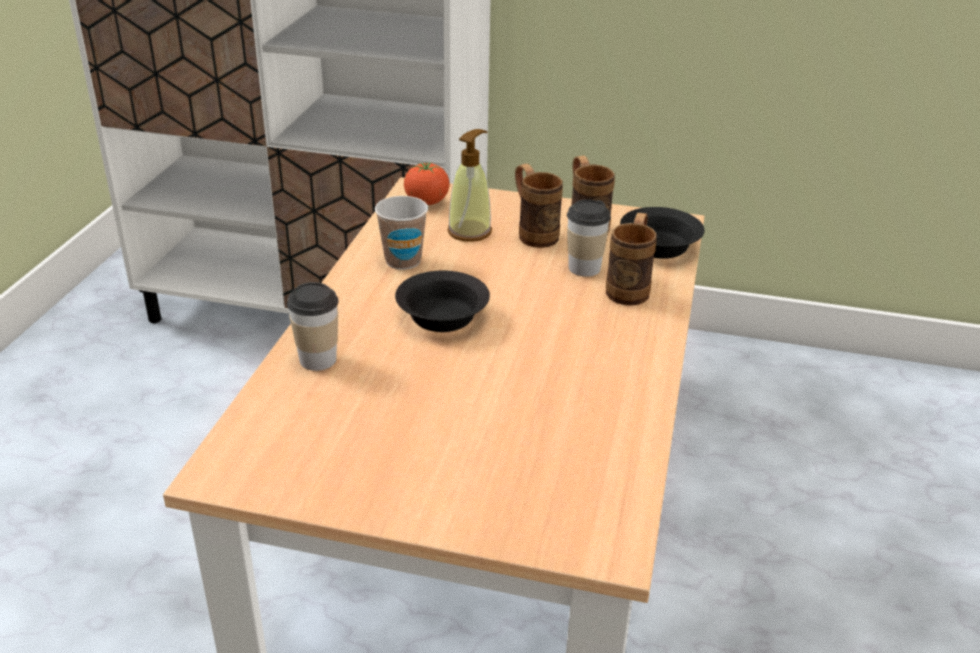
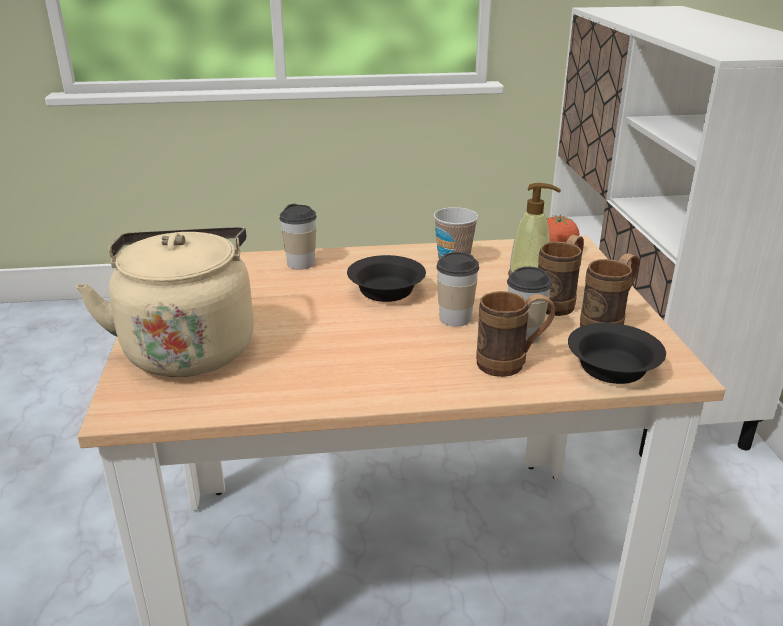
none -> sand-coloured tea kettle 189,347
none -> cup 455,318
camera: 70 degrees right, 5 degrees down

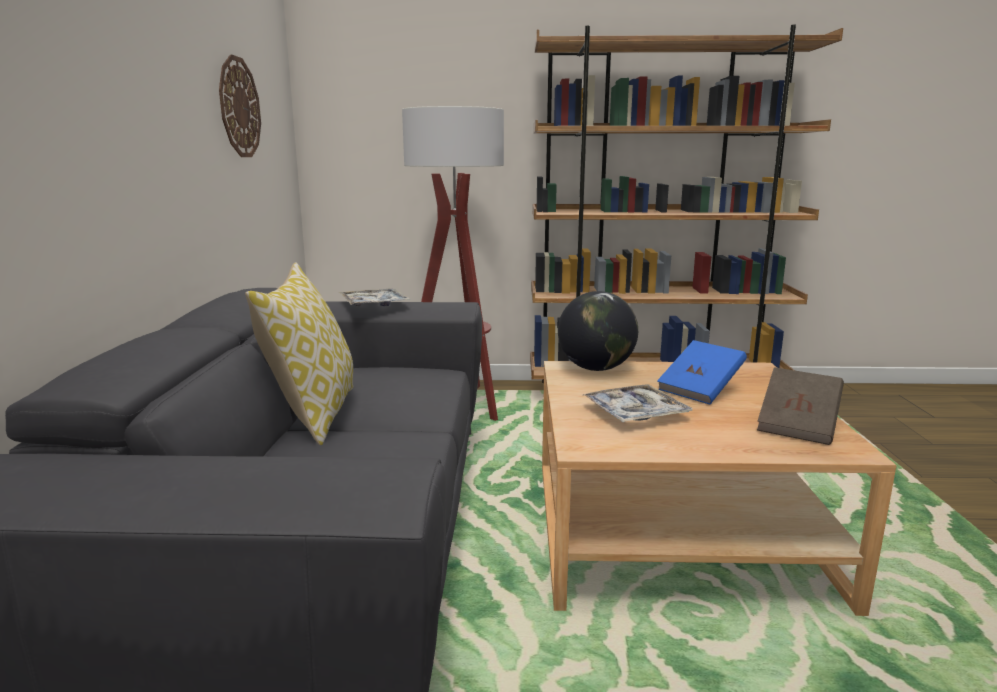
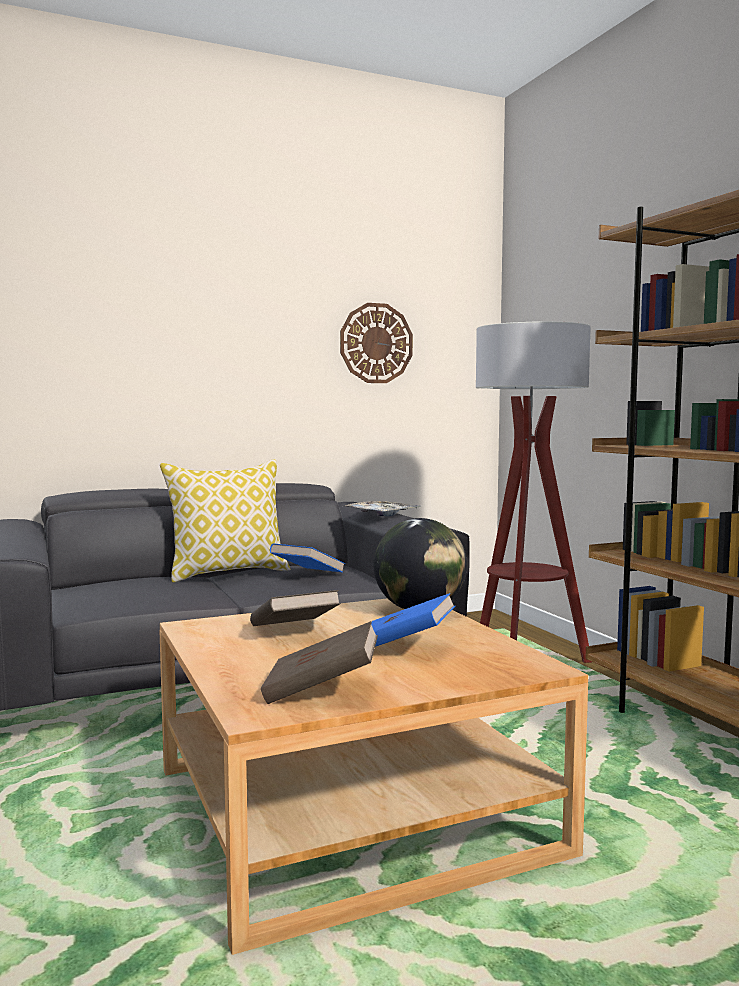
none -> blue-coloured book 307,575
serving tray 635,413 -> brownish book 293,632
camera: 65 degrees right, 10 degrees down

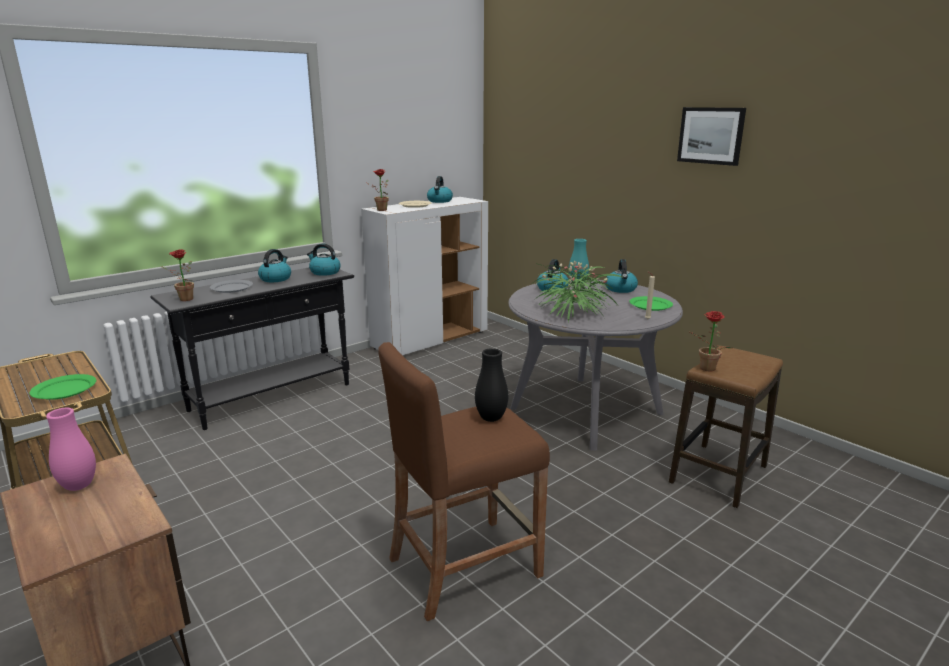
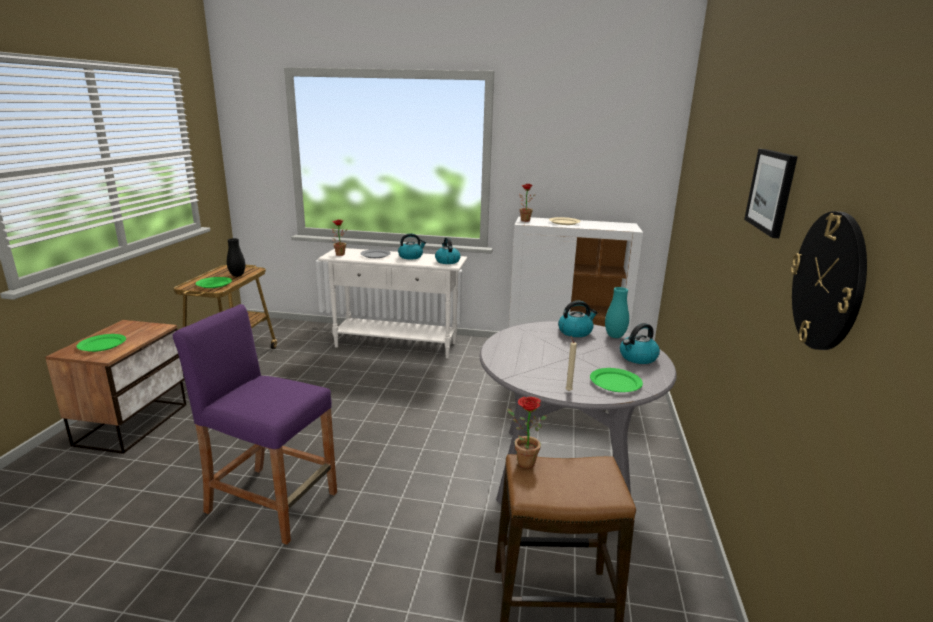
pinkish decorative vase 79,486 -> none
tea kettle 439,201 -> none
plant in a pot 572,312 -> none
none -> green-coloured plate 102,345
none -> wall clock 828,281
black-coloured decorative vase 491,418 -> black-coloured decorative vase 237,275, moved
black-coloured hall table 272,397 -> whitish hall table 396,345
brownish sitting stool 464,566 -> purple-coloured sitting stool 272,502
camera: 50 degrees right, 0 degrees up

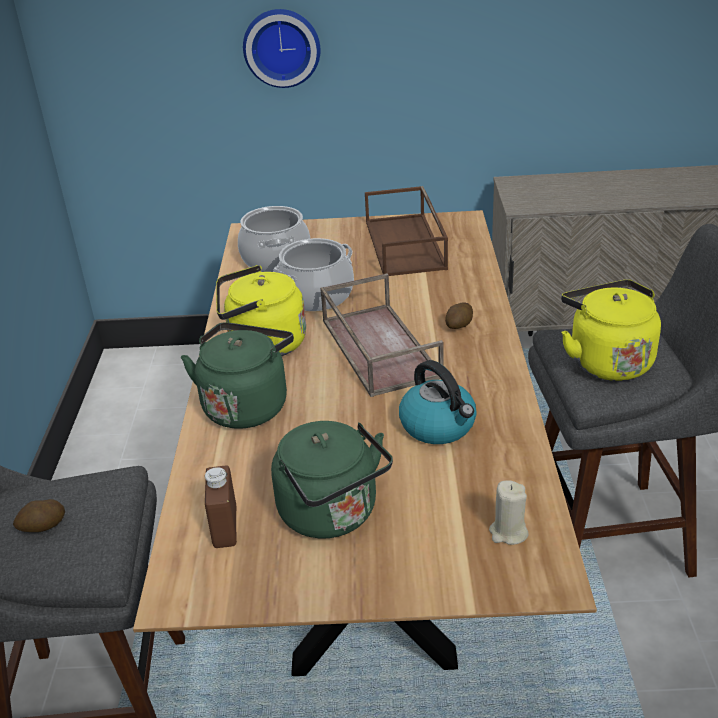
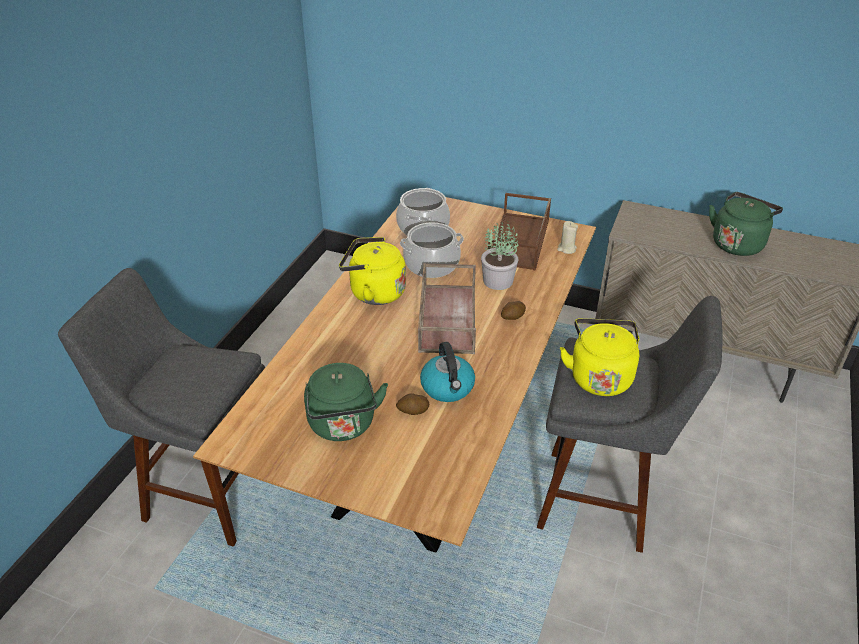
brownish beverage bottle 225,527 -> none
wall clock 282,47 -> none
none -> plant in a pot 499,281
whole potato 42,527 -> whole potato 413,411, moved
green-coloured tea kettle 247,405 -> green-coloured tea kettle 738,243, moved
sand-coloured wax candle 508,532 -> sand-coloured wax candle 566,249, moved
camera: 20 degrees right, 5 degrees up

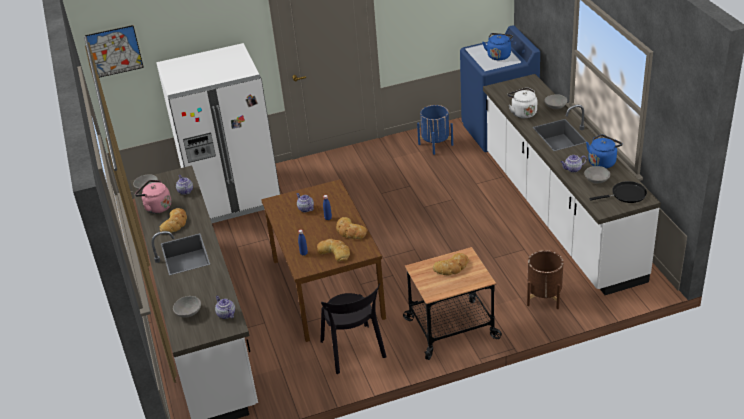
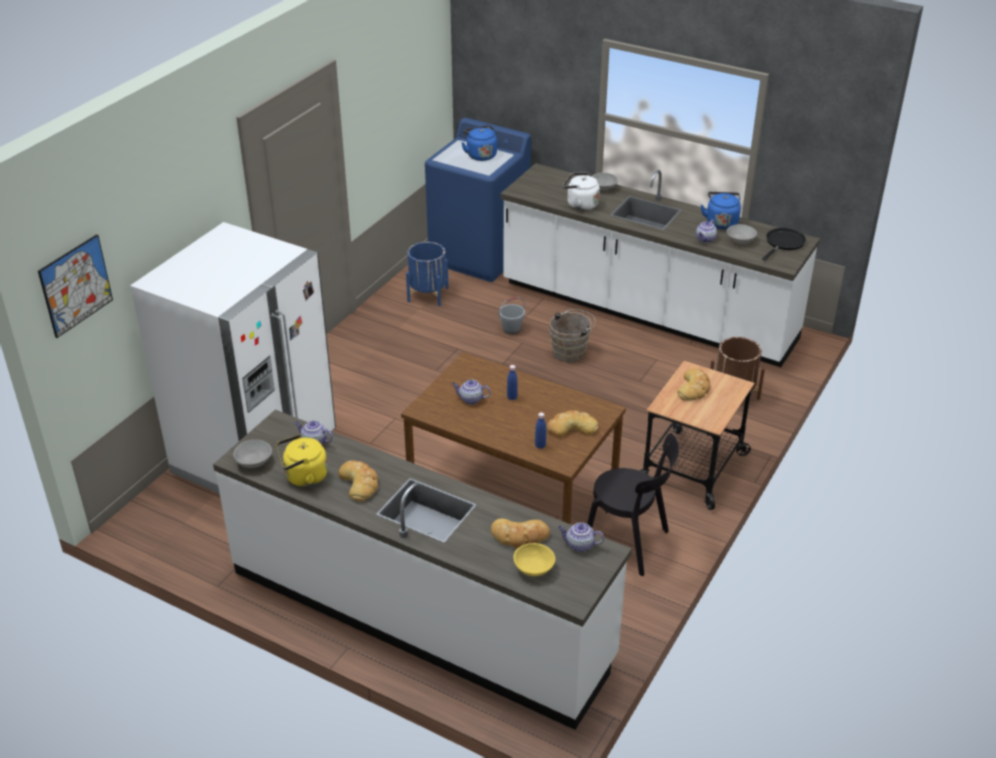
none -> grey water bucket 511,329
none -> brownish water bucket 571,352
bakery bread 350,231 -> bakery bread 520,536, moved
pinkish tea kettle 156,207 -> yellow tea kettle 303,477
grey serving bowl 189,312 -> yellow serving bowl 534,568
camera: 45 degrees left, 0 degrees up

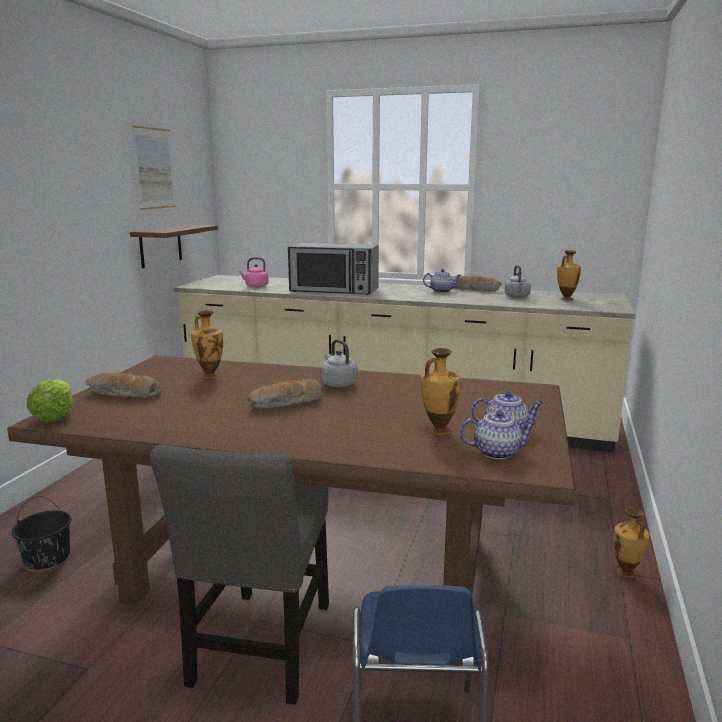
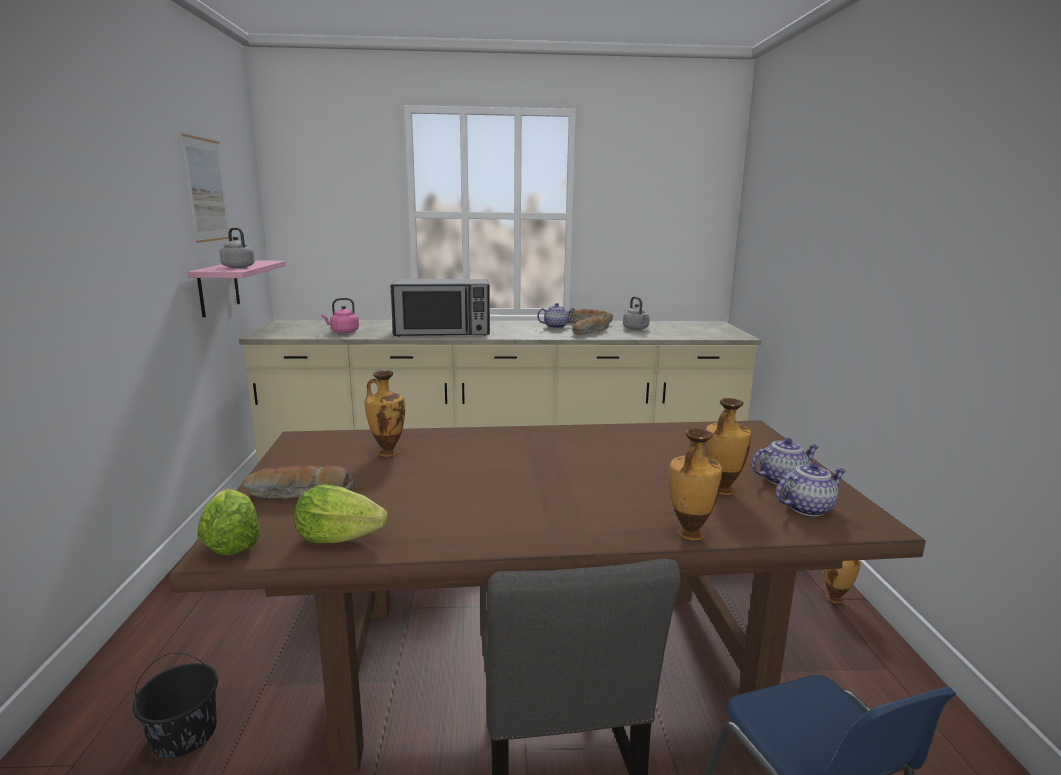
none -> lettuce 338,538
bakery bread 286,403 -> bakery bread 591,332, moved
grey tea kettle 337,384 -> grey tea kettle 237,267, moved
decorative vase 566,299 -> decorative vase 689,534, moved
brownish wall shelf 160,246 -> pinkish wall shelf 218,288
camera: 20 degrees left, 0 degrees up

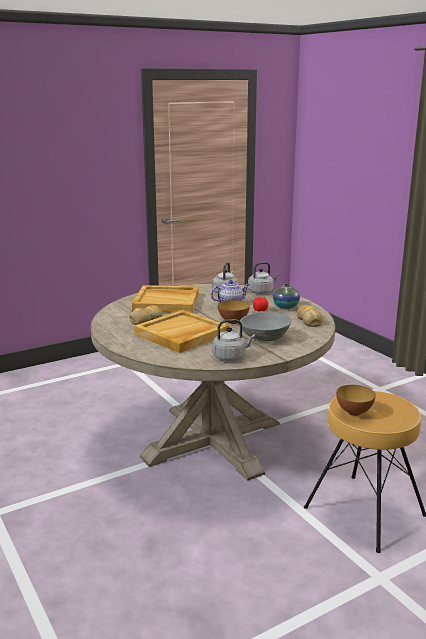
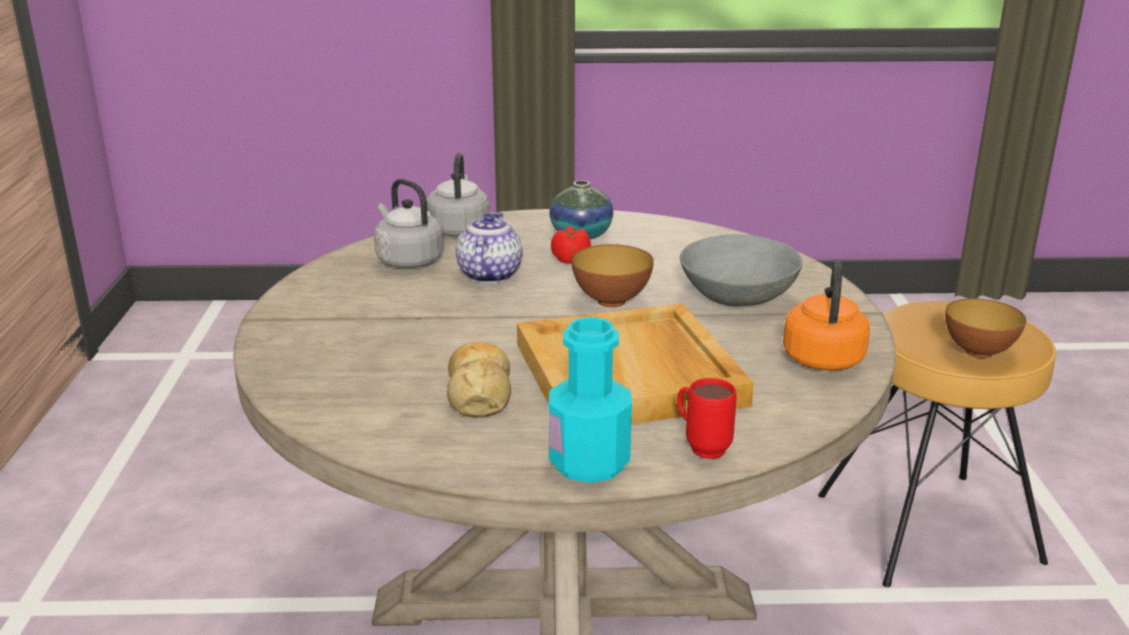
sand-coloured serving tray 167,302 -> none
bakery bread 309,321 -> none
none -> turquoise-coloured beverage bottle 589,462
none -> red mug 701,446
grey tea kettle 231,357 -> orange tea kettle 823,357
camera: 60 degrees left, 5 degrees up

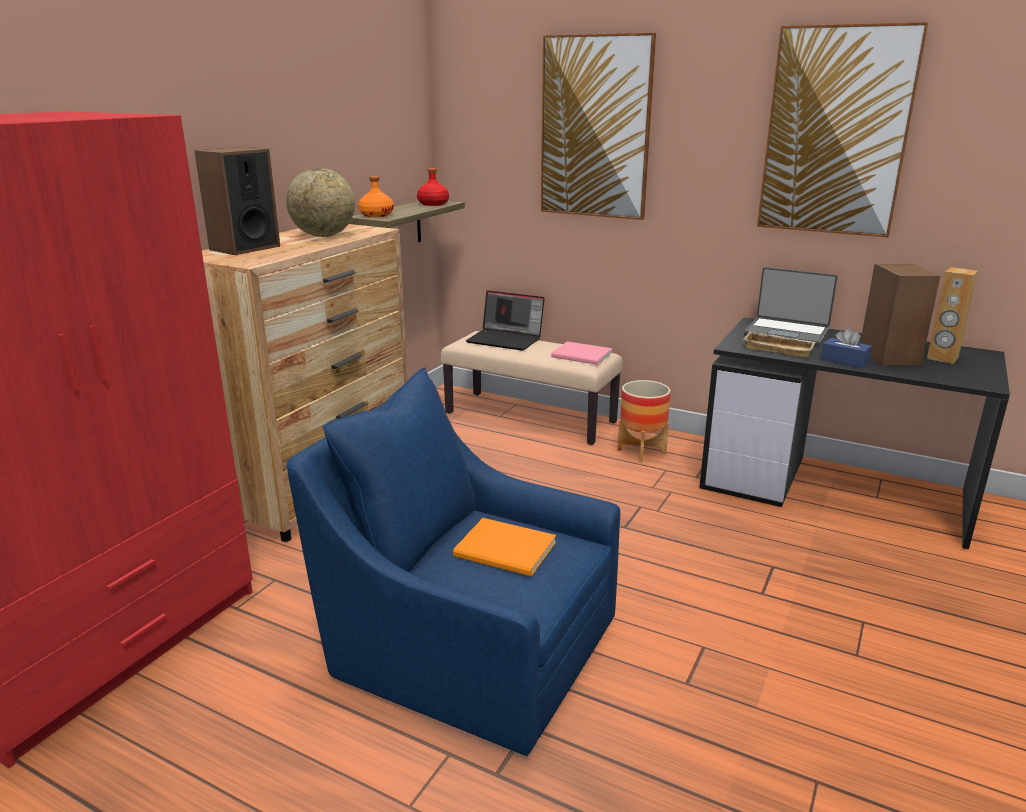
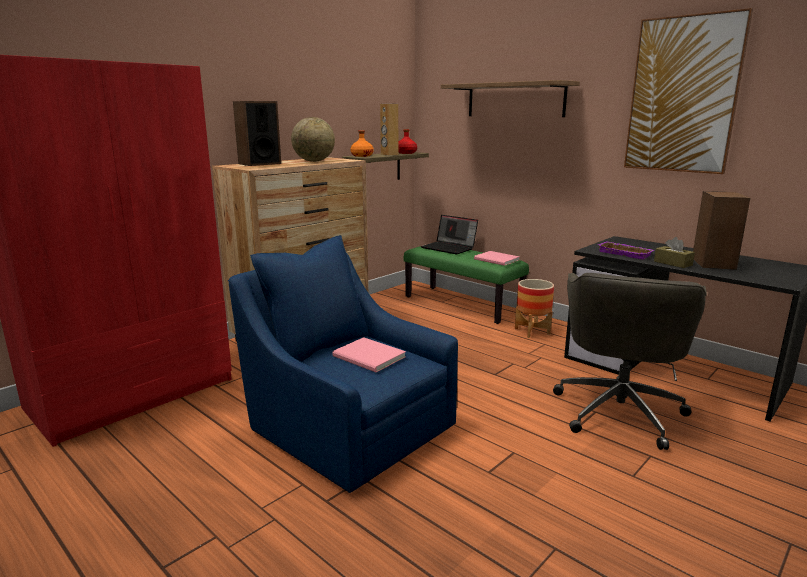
portable computer 786,333 -> none
none -> grey desk chair 619,410
brownish audio speaker 942,358 -> brownish audio speaker 389,154, moved
wall picture 595,128 -> wall shelf 515,100
sand-coloured bench 531,417 -> green-coloured bench 463,304
orange book 506,551 -> pinkish book 369,357
sand-coloured serving tray 779,348 -> purple-coloured serving tray 626,253
blue-coloured box of tissues 844,361 -> brownish box of tissues 673,263
camera: 15 degrees right, 5 degrees down

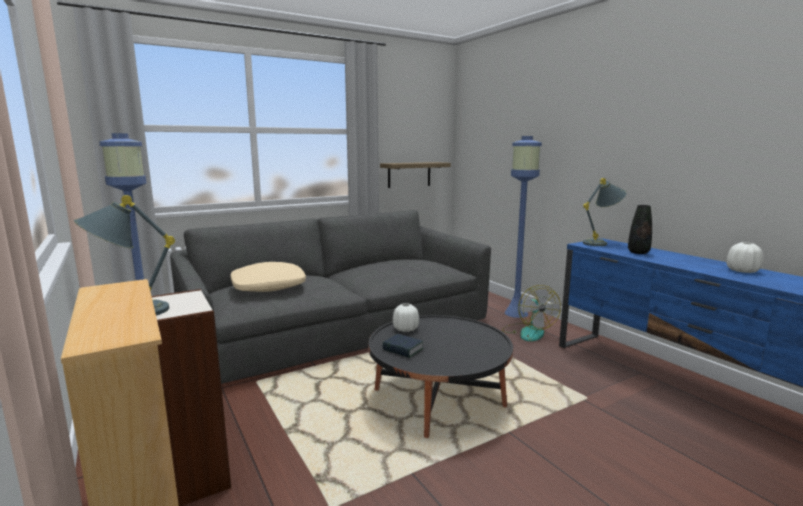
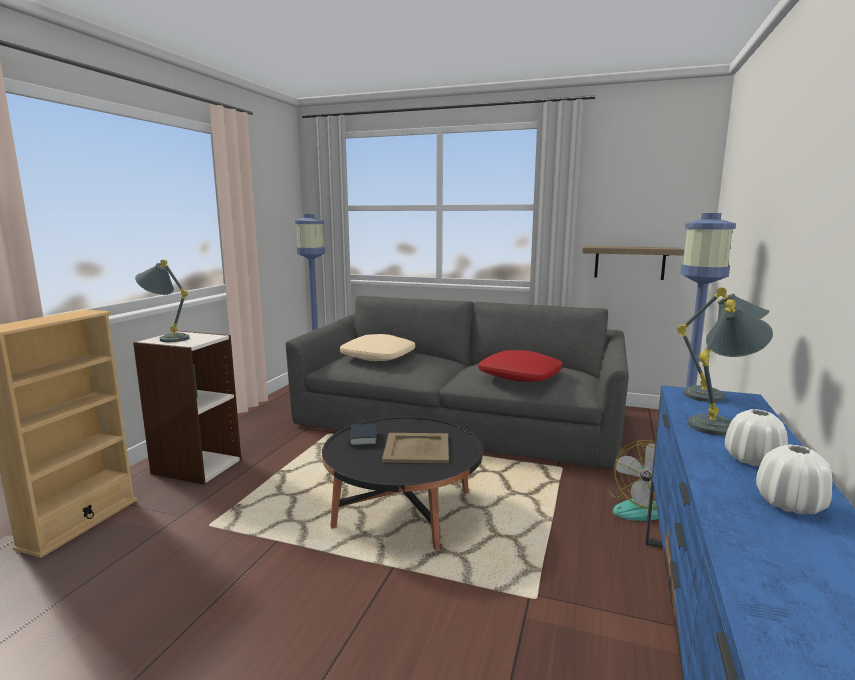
none -> sand-coloured serving tray 416,448
none -> red throw pillow 519,376
whitish decorative vase 405,329 -> whitish decorative vase 752,460, moved
black-coloured decorative vase 638,252 -> grey lamp for a table 721,423
camera: 50 degrees right, 0 degrees up

